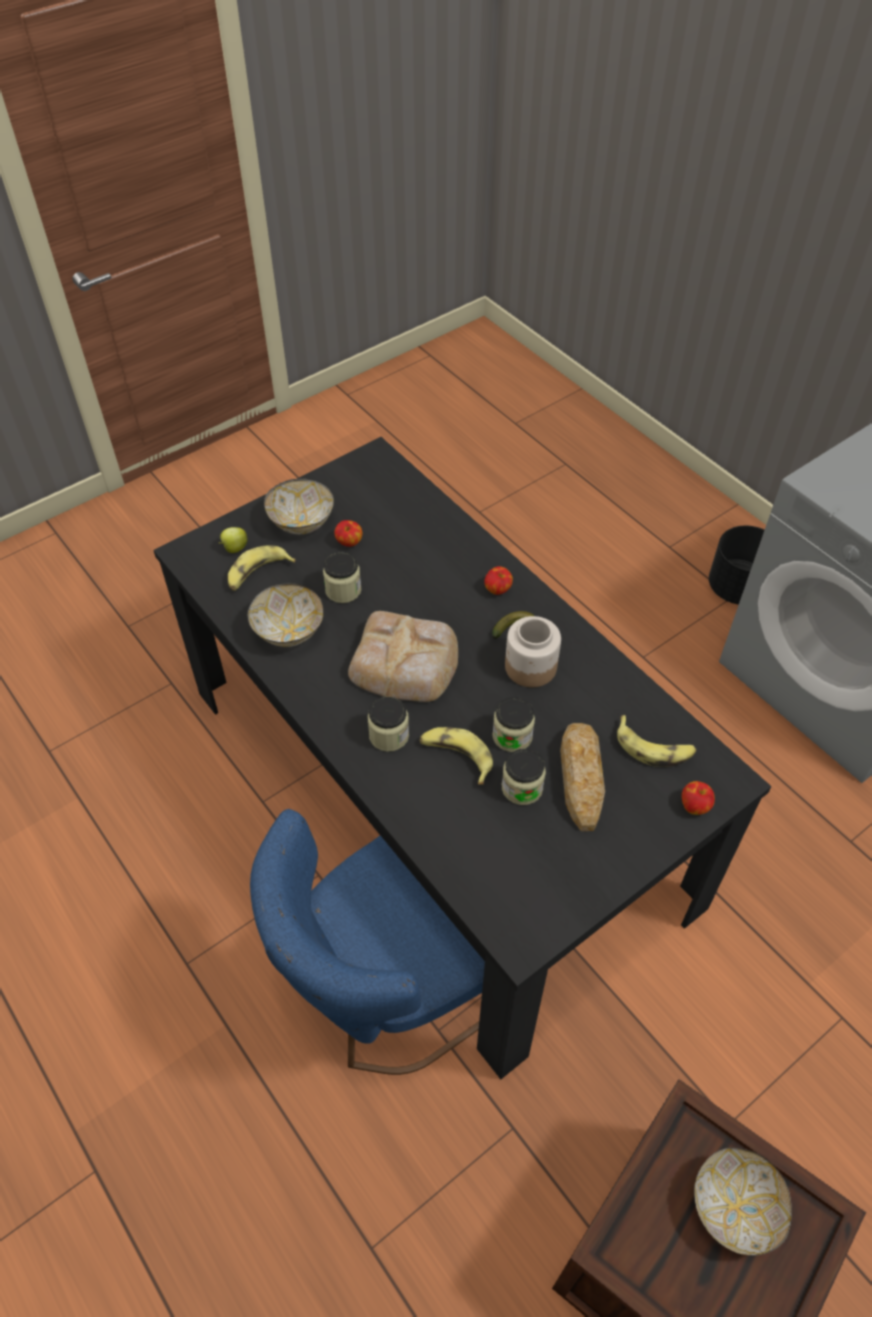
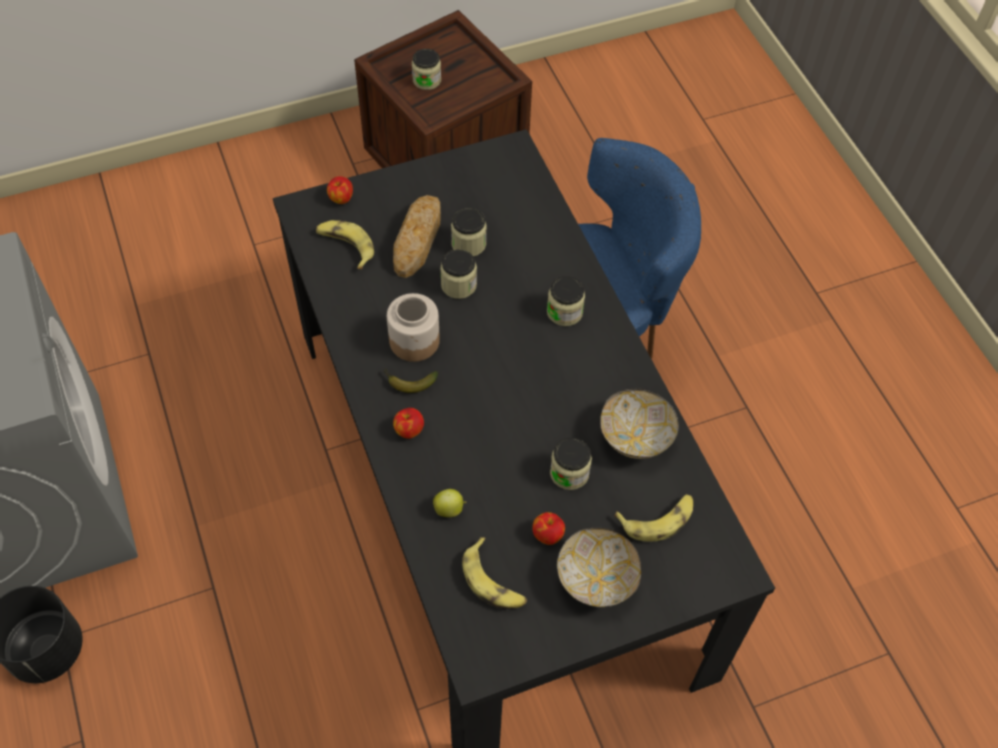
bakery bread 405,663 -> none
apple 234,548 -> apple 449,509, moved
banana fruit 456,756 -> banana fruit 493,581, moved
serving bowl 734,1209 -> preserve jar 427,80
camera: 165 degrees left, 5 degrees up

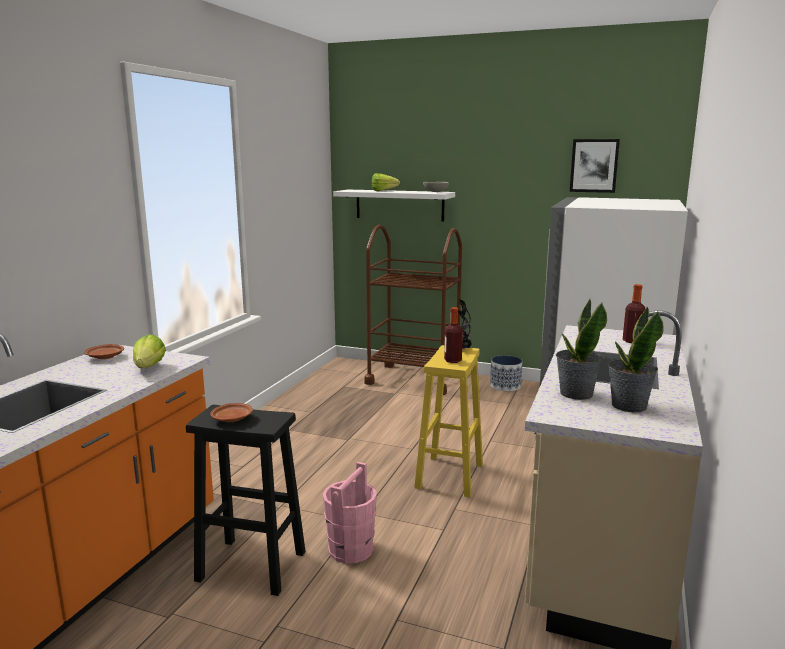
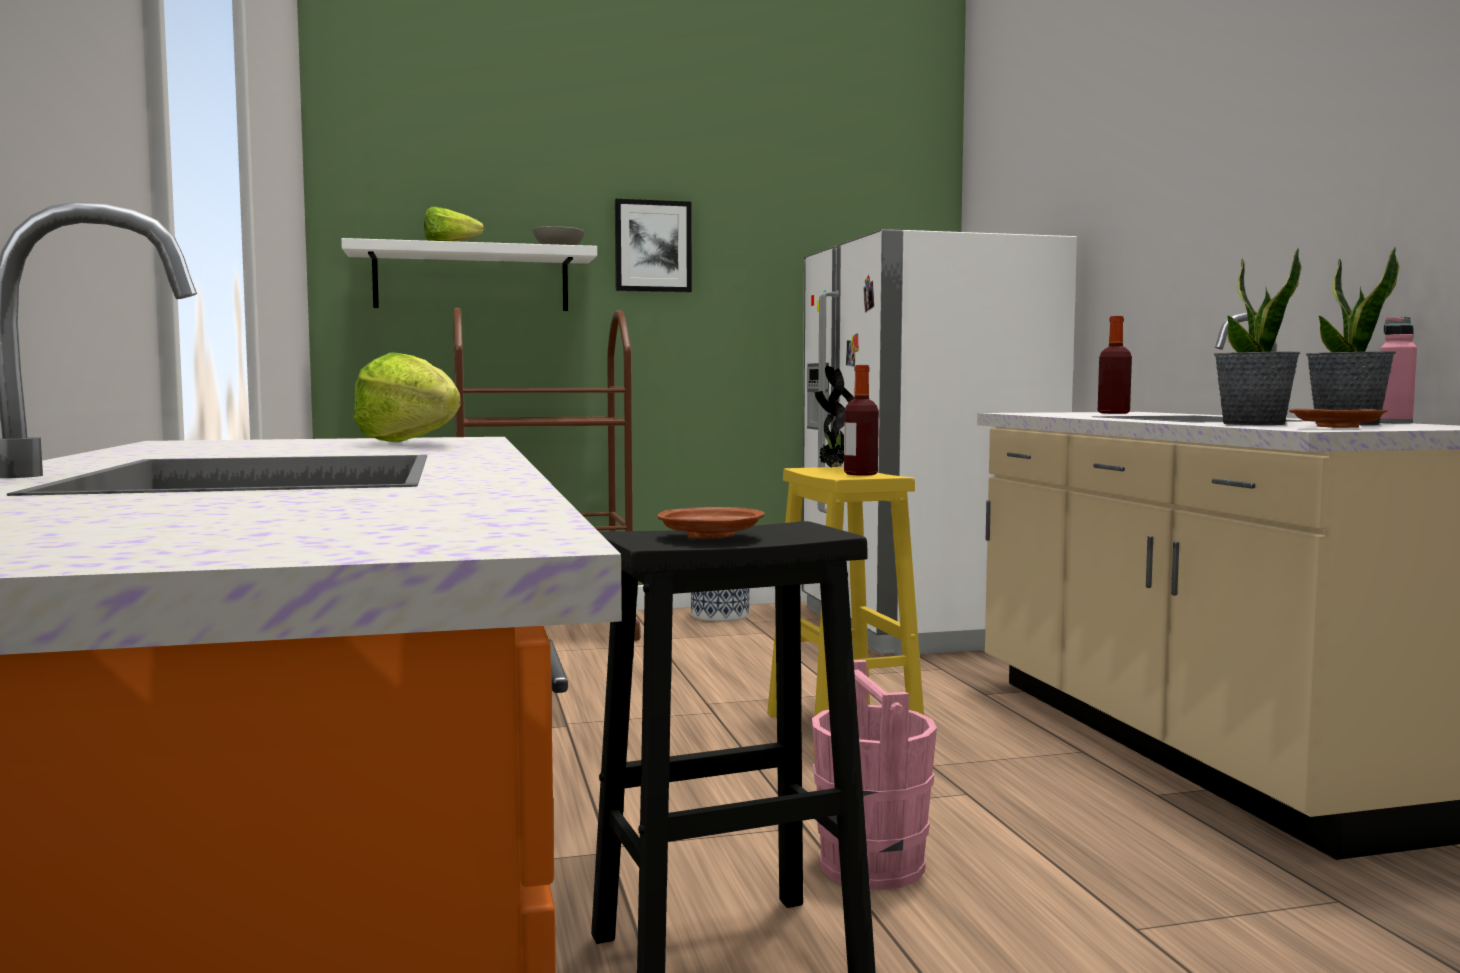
none -> pinkish beverage bottle 1394,423
brownish plate 105,357 -> brownish plate 1338,428, moved
wall picture 594,165 -> wall picture 653,246, moved
camera: 35 degrees left, 10 degrees down

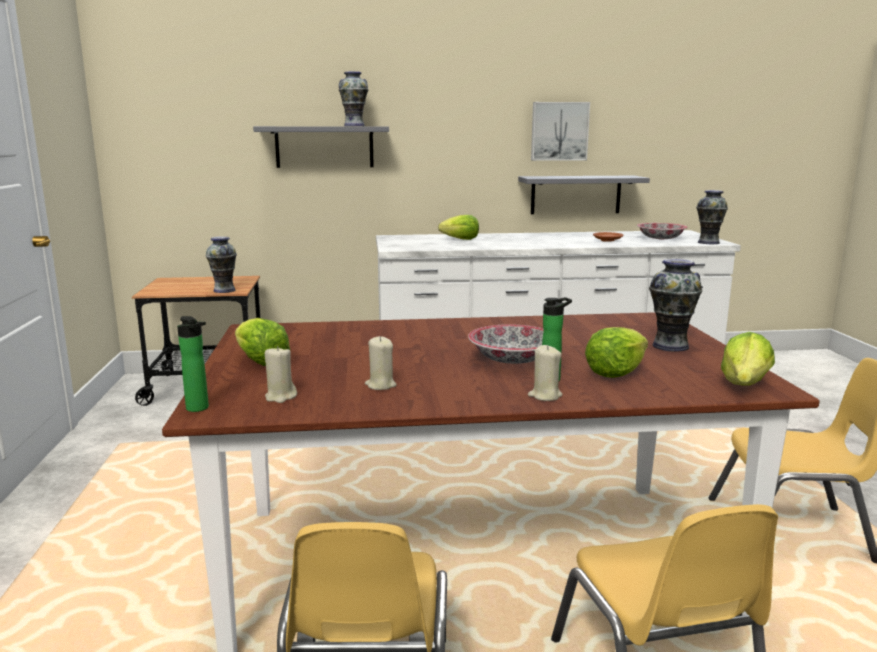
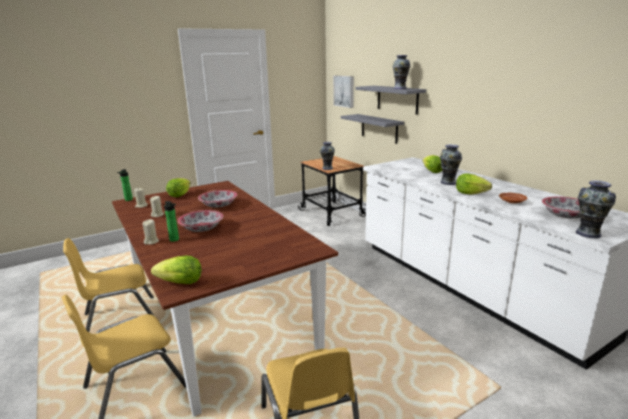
none -> serving bowl 218,205
grey wall shelf 575,194 -> grey wall shelf 379,128, moved
wall picture 559,131 -> wall picture 344,91, moved
lettuce 615,373 -> lettuce 470,193, moved
decorative vase 670,346 -> decorative vase 448,182, moved
camera: 65 degrees right, 5 degrees up

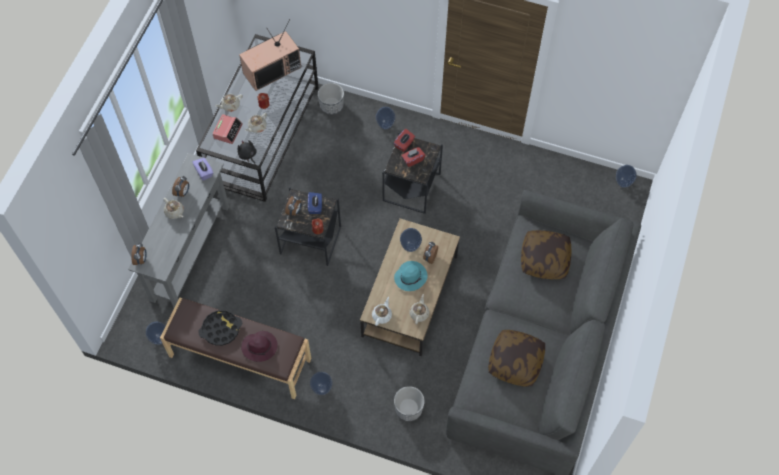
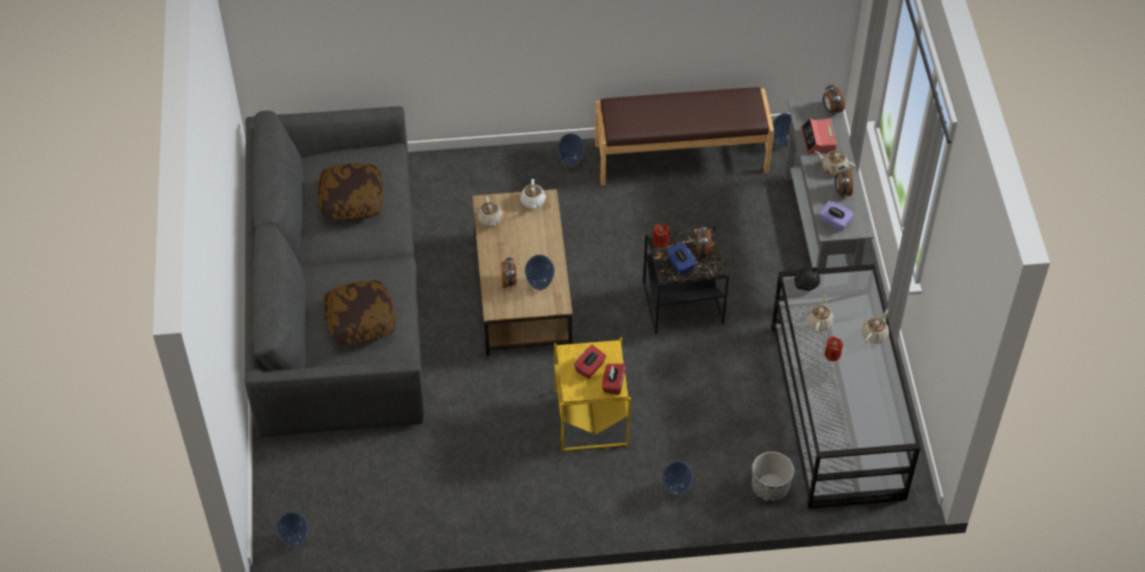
black-coloured serving tray 221,329 -> none
television 272,69 -> none
purple-coloured clothing hat 260,347 -> none
turquoise-coloured clothing hat 411,276 -> none
planter 409,409 -> none
table clock 228,131 -> table clock 818,140, moved
black-coloured accent table 412,187 -> yellow accent table 590,419
camera: 155 degrees right, 10 degrees down

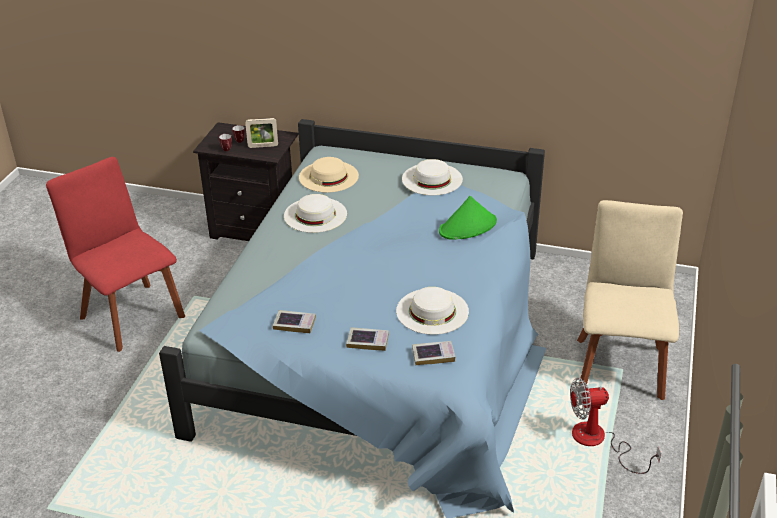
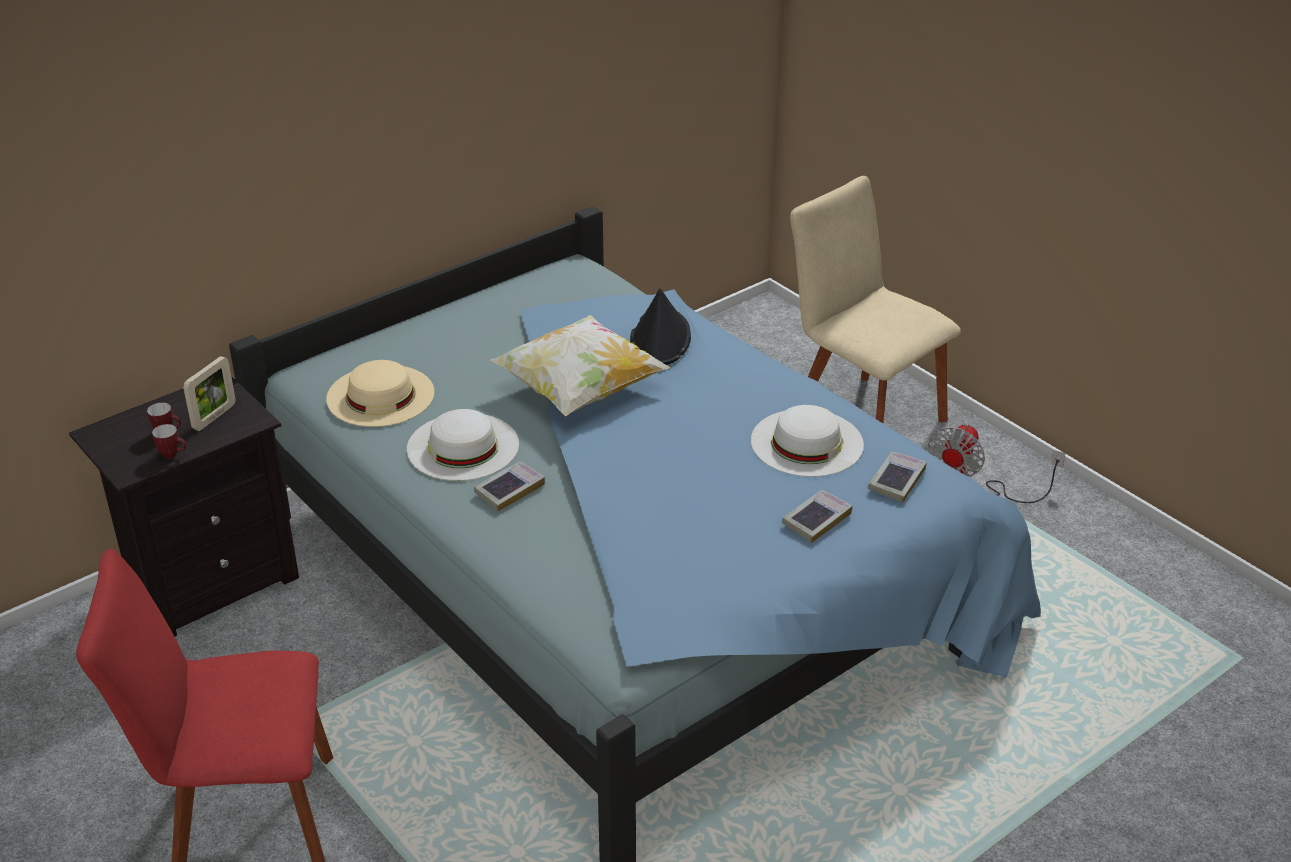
whitish clothing hat 432,179 -> none
none -> throw pillow 579,390
book 294,324 -> book 509,489, moved
green-coloured clothing hat 468,227 -> black-coloured clothing hat 660,338
camera: 55 degrees left, 0 degrees up

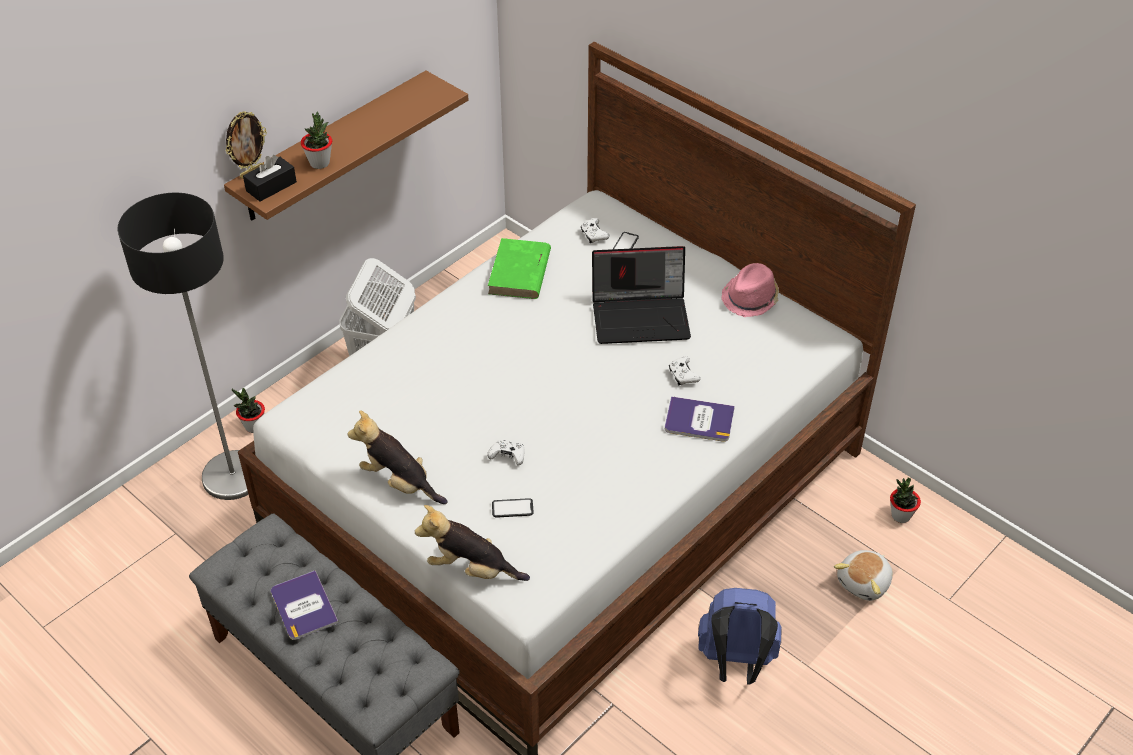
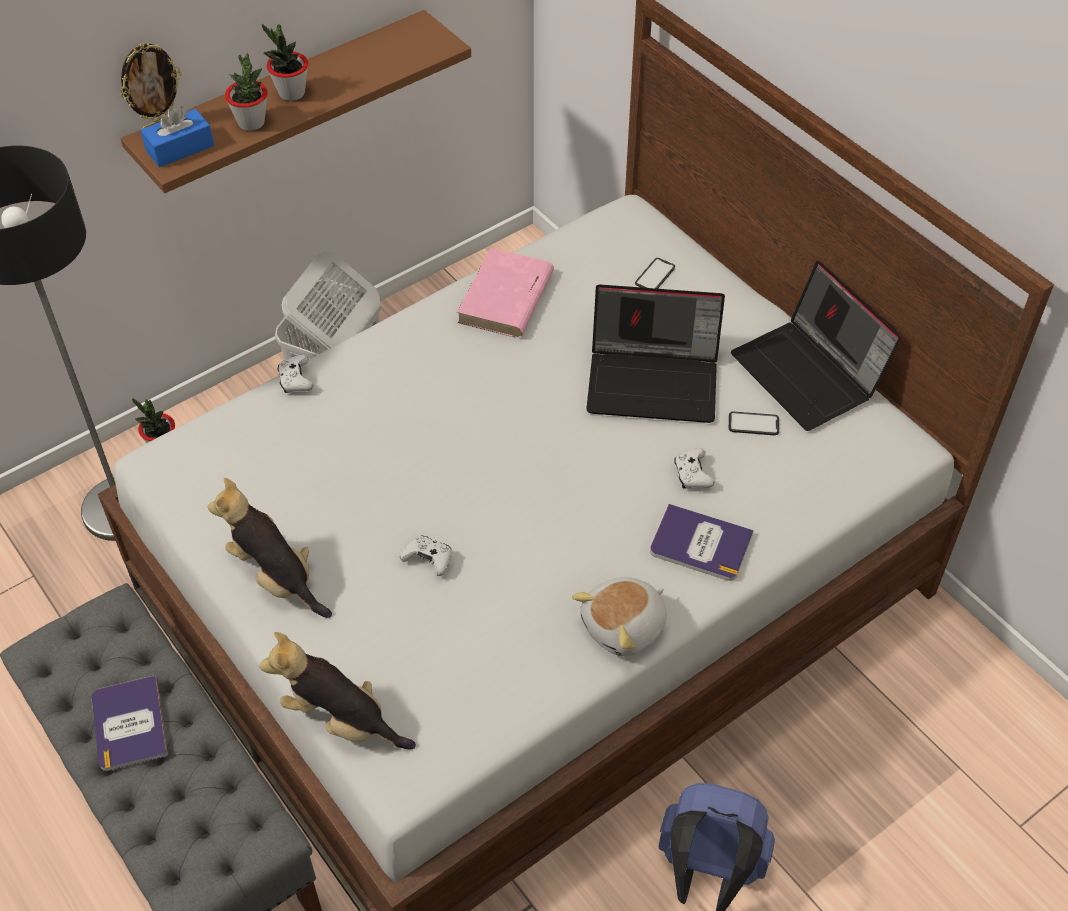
phone 512,508 -> phone 753,424, moved
whitish gamepad 593,235 -> whitish gamepad 296,380, moved
plush toy 864,583 -> plush toy 624,627, moved
plant in a pot 900,516 -> plant in a pot 291,93, moved
pinkish clothing hat 751,298 -> portable computer 809,374
black-coloured box of tissues 271,186 -> blue-coloured box of tissues 180,148
green-coloured book 519,273 -> pinkish book 505,299
camera: 10 degrees right, 5 degrees up

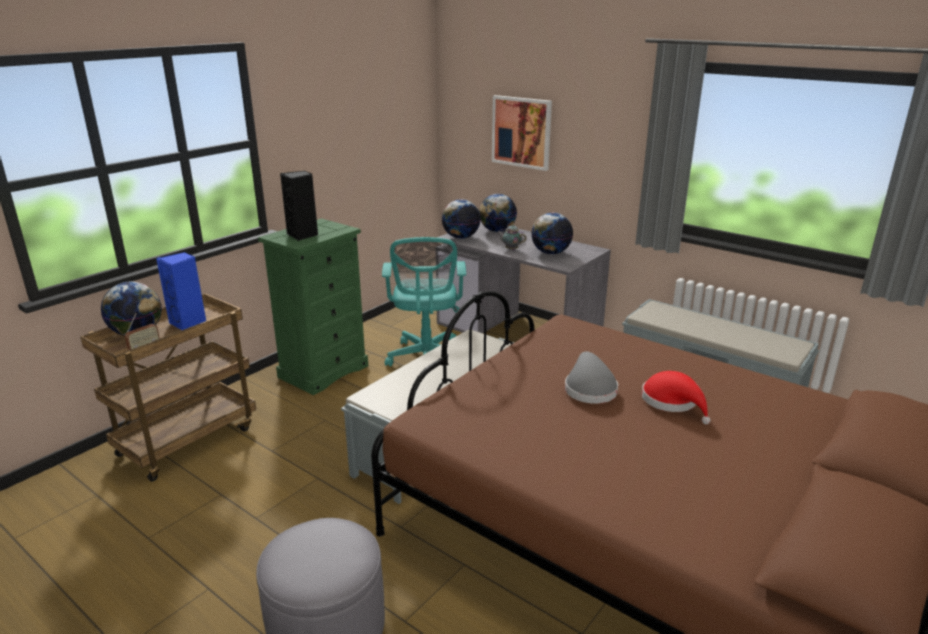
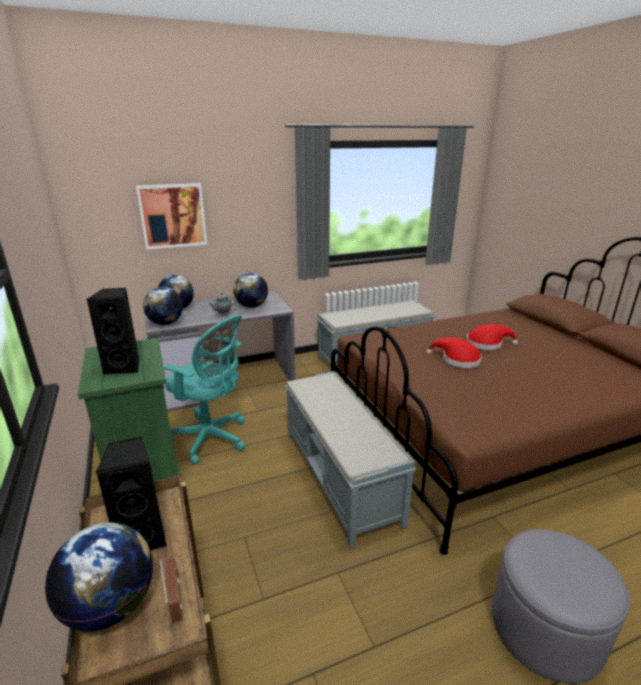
blue-coloured audio speaker 189,323 -> black-coloured audio speaker 143,537
grey clothing hat 589,389 -> red clothing hat 457,360
camera: 60 degrees left, 0 degrees up

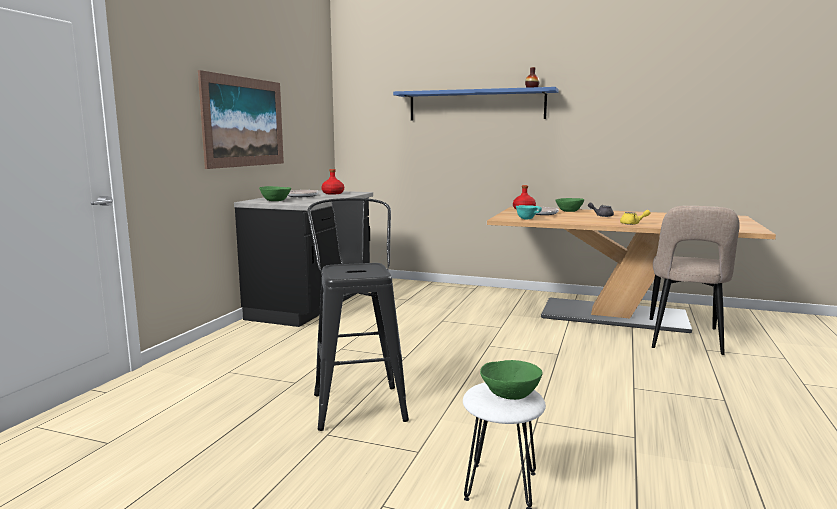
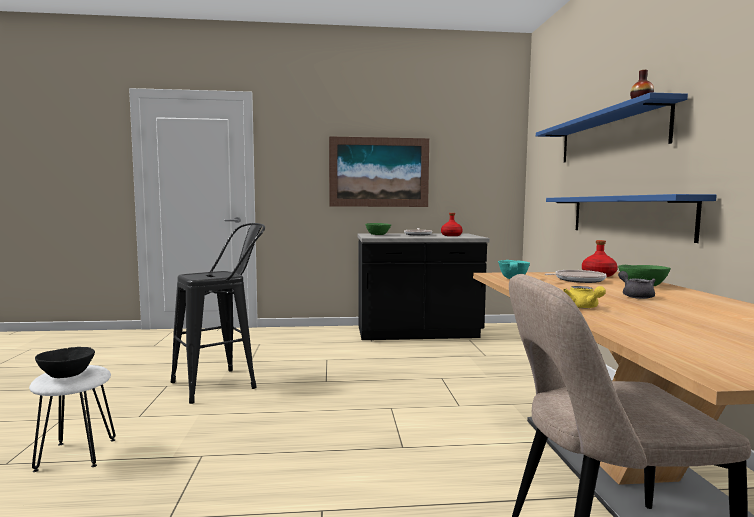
none -> blue-coloured wall shelf 626,216
green-coloured serving bowl 510,394 -> black-coloured serving bowl 67,374
camera: 65 degrees right, 5 degrees down

